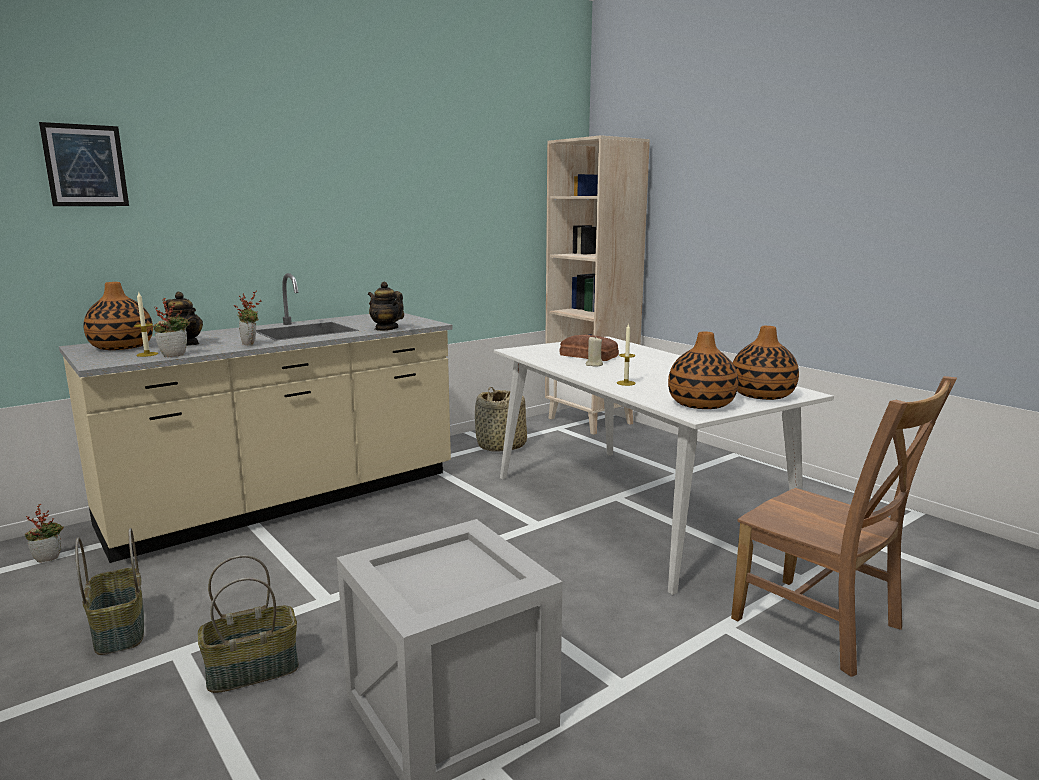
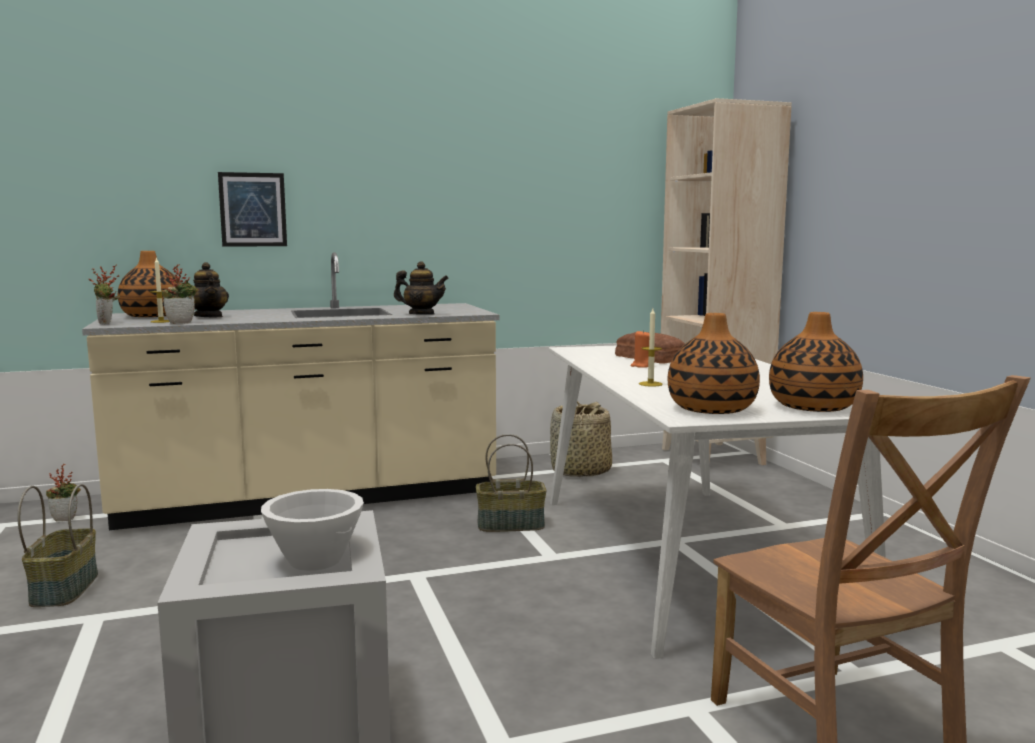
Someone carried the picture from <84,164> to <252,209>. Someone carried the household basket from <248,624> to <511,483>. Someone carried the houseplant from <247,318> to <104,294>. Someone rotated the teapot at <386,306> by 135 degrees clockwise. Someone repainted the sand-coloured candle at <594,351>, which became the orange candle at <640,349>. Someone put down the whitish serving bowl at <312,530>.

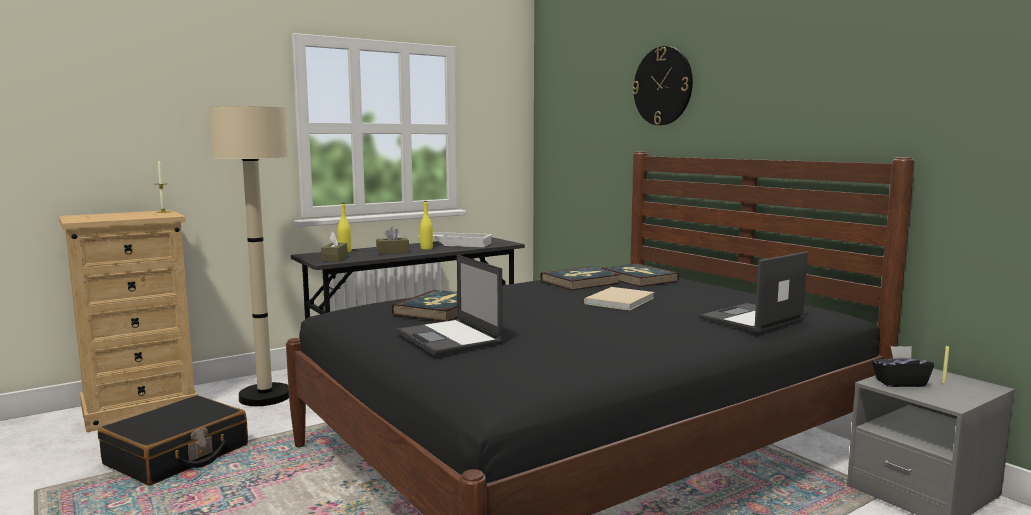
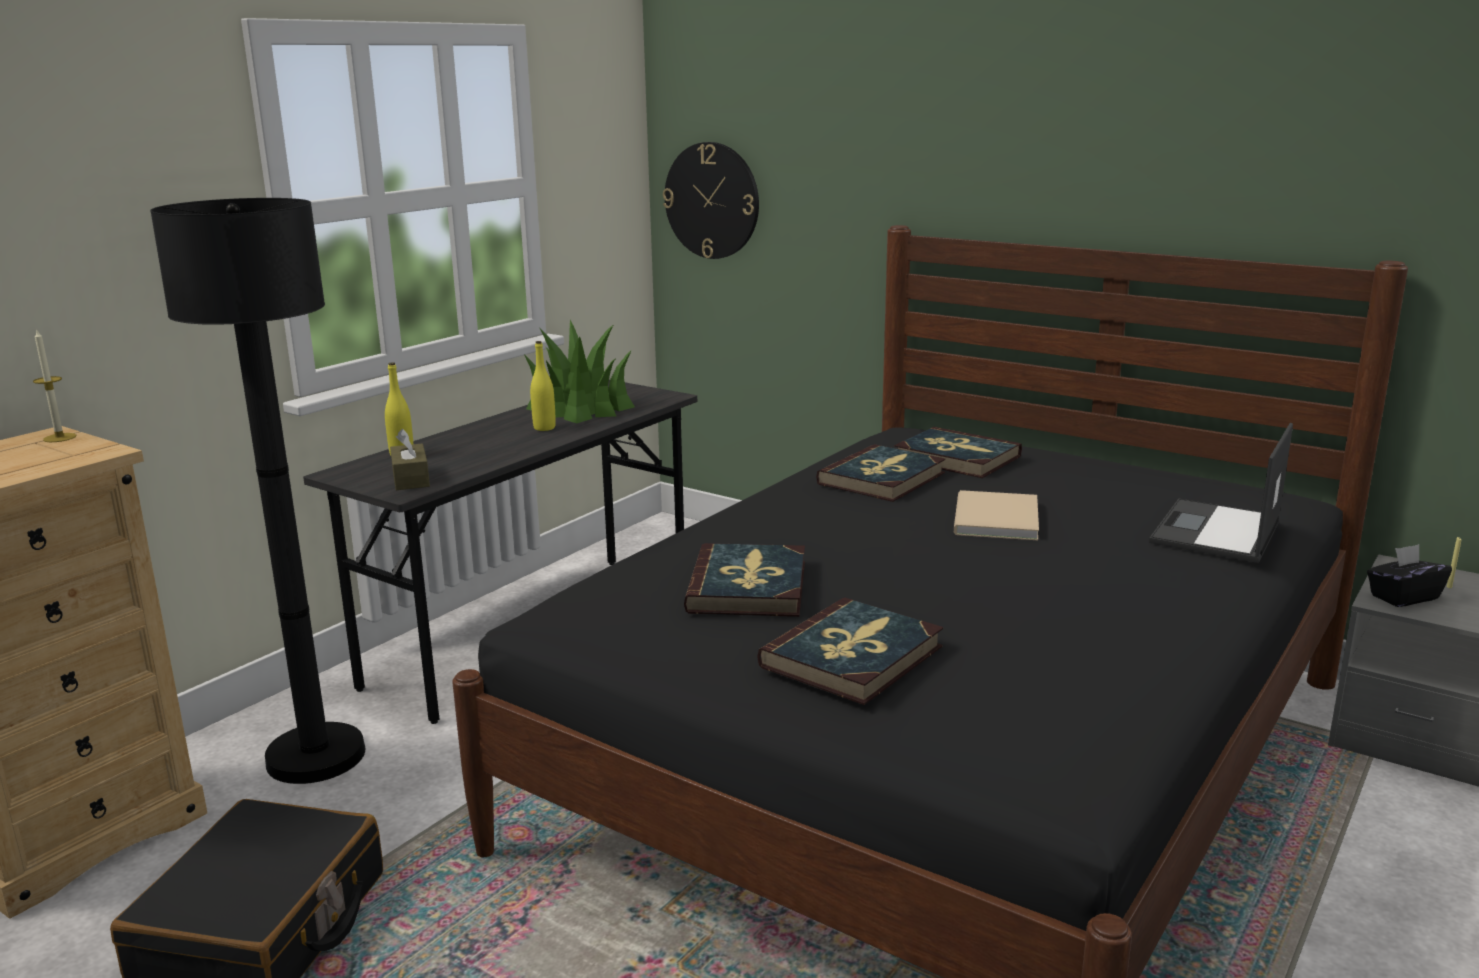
Someone repainted the sand-coloured standard lamp at <248,256>, which became the black standard lamp at <257,491>. Someone took away the brown tissue box at <392,240>. Someone swapped the notebook computer at <450,305> for the volume at <850,651>. Someone swapped the whitish serving tray at <455,239> for the houseplant at <579,371>. Someone carried the clock on the wall from <662,85> to <711,200>.

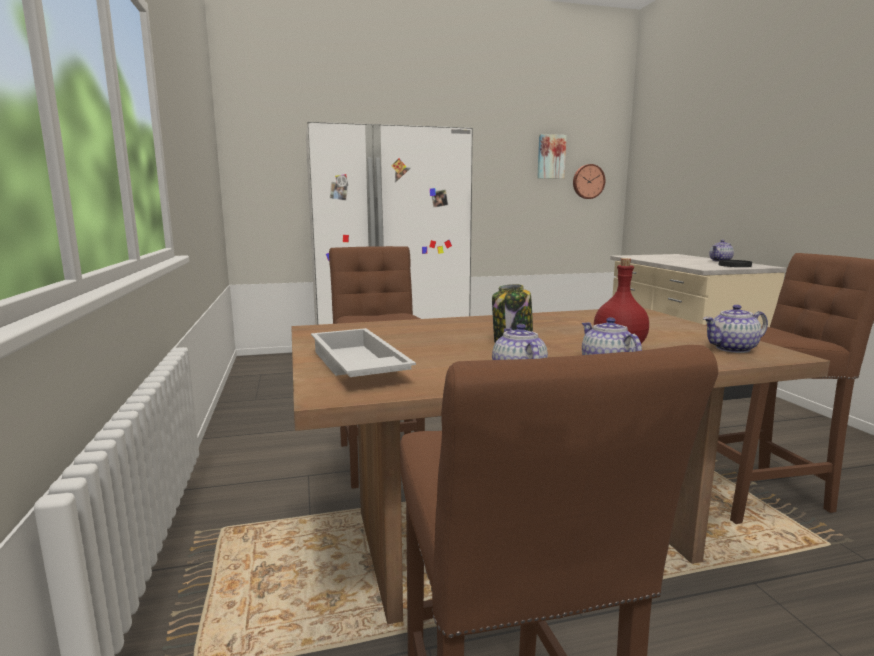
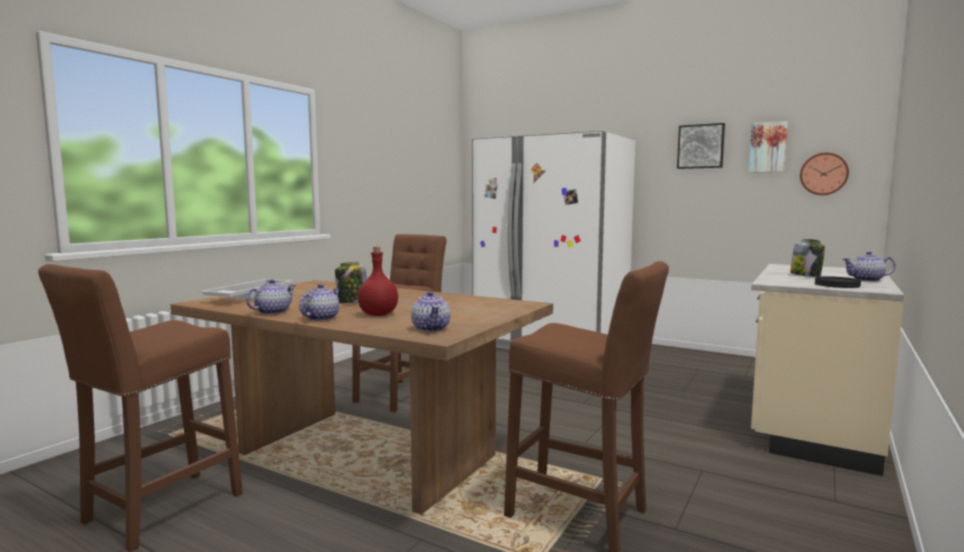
Someone rotated the teapot at <735,329> by 135 degrees counterclockwise. Someone put up the picture at <701,146>. Someone put down the storage jar at <807,258>.

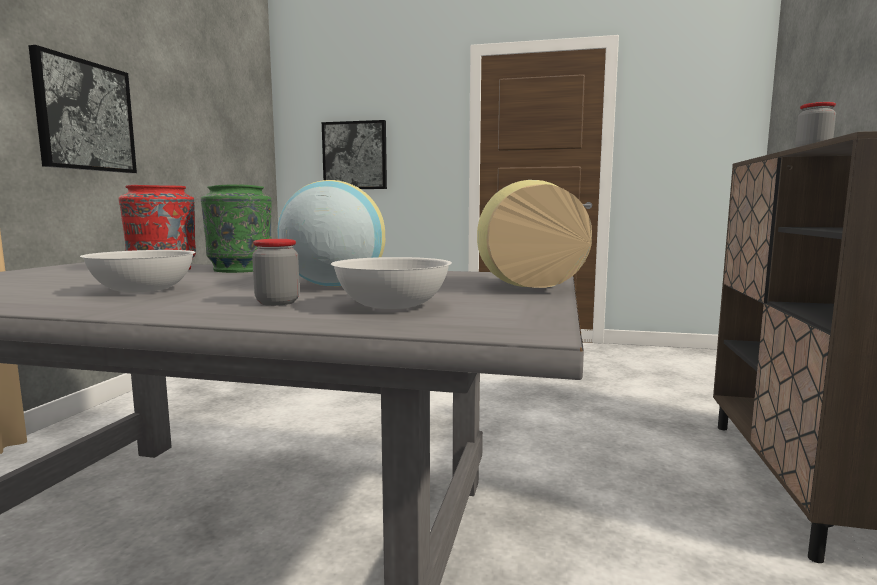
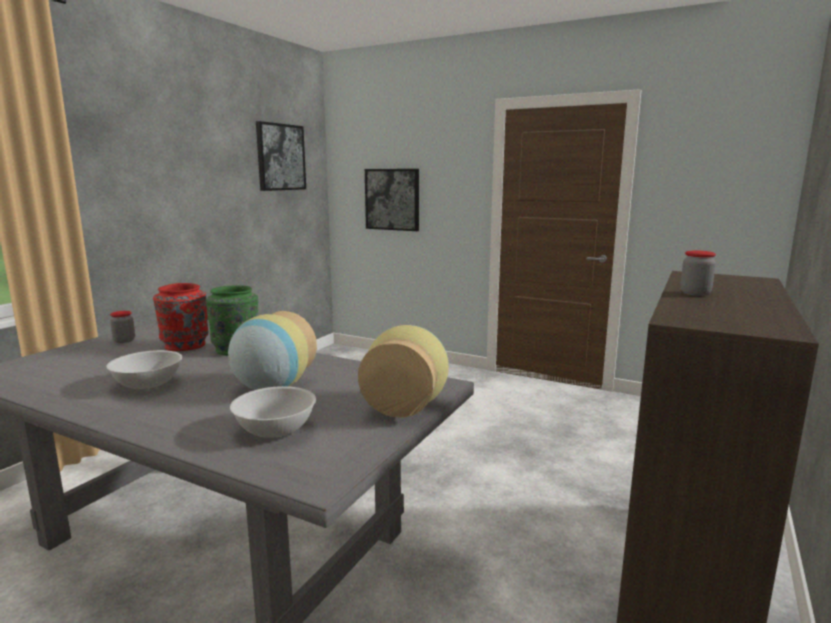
Someone carried the picture from <82,109> to <281,156>. Someone carried the storage jar from <276,272> to <122,327>.

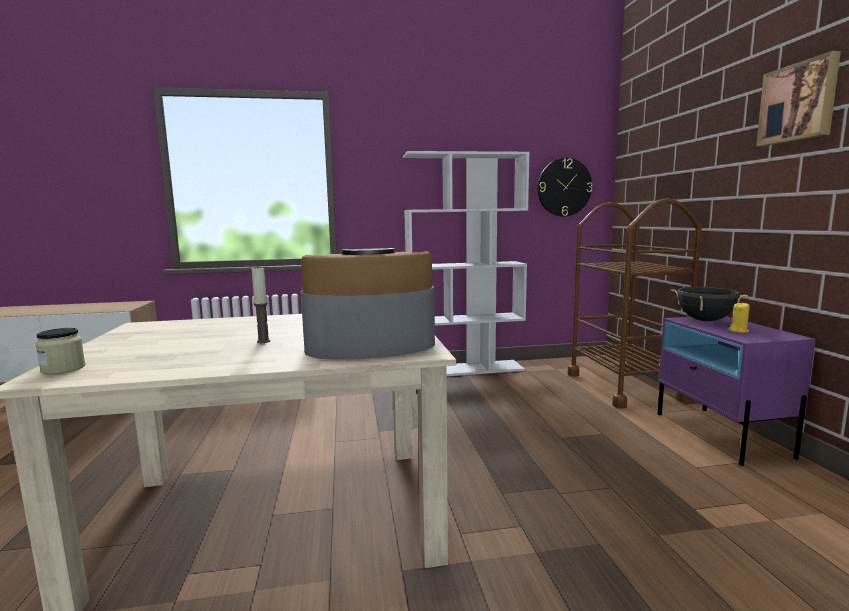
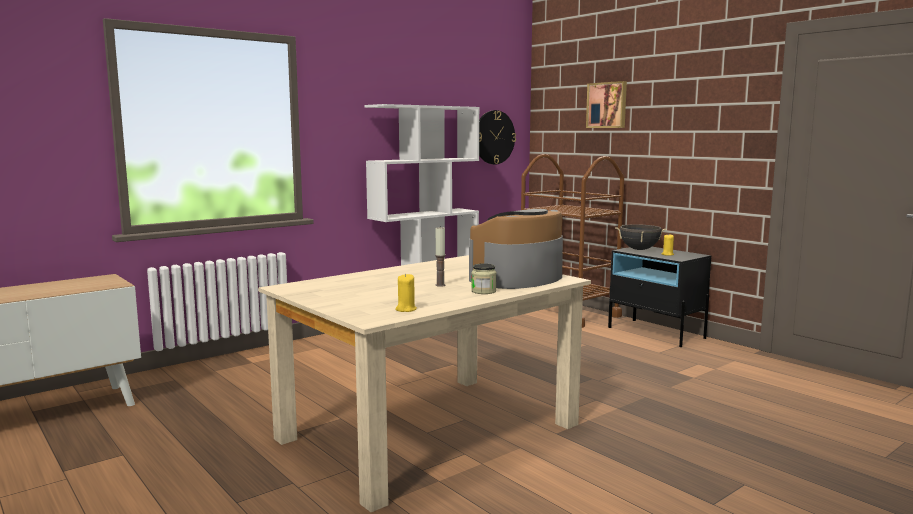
Someone carried the storage jar from <60,351> to <483,279>. Someone repainted the purplish night table at <737,391>, which became the black night table at <659,297>. Someone carried the picture from <798,98> to <606,104>. Someone put down the yellowish candle at <406,292>.

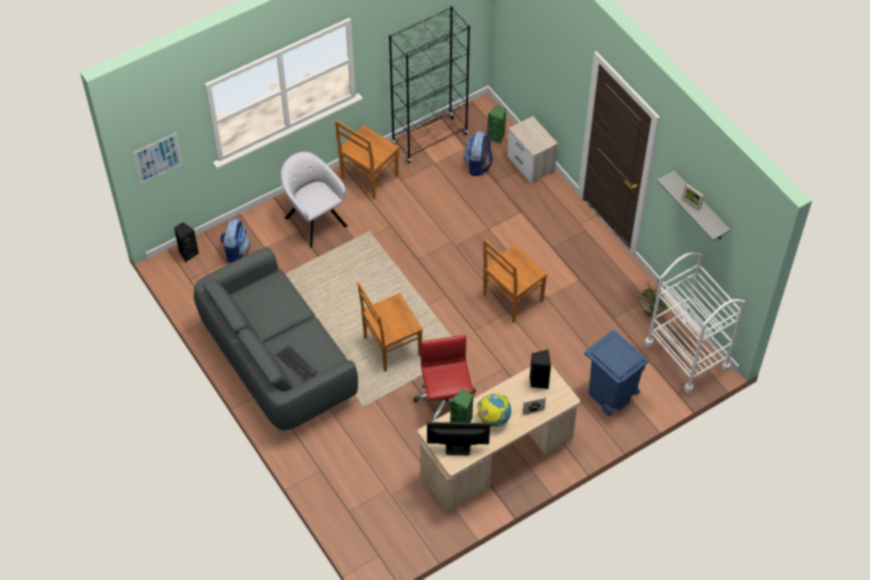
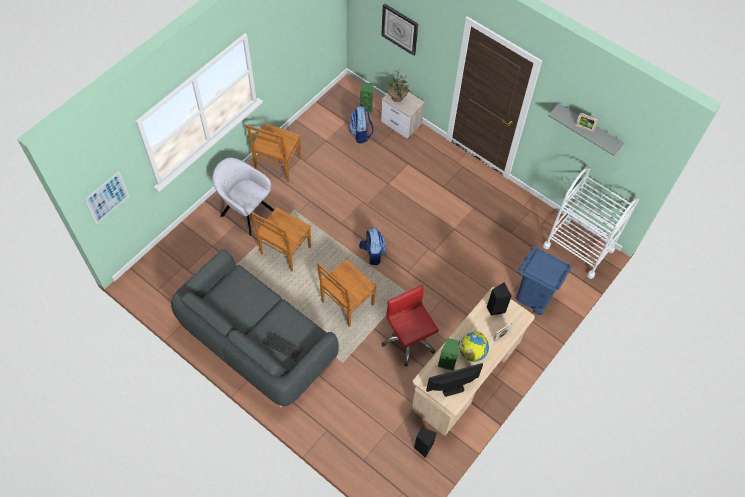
Someone carried the black audio speaker from <186,242> to <425,442>. Someone carried the rucksack from <235,240> to <373,246>. Someone took away the black shelving unit at <429,84>. Someone carried the brown plain chair from <515,280> to <281,239>. Someone carried the houseplant from <652,298> to <398,86>. Someone put up the clock on the wall at <399,29>.

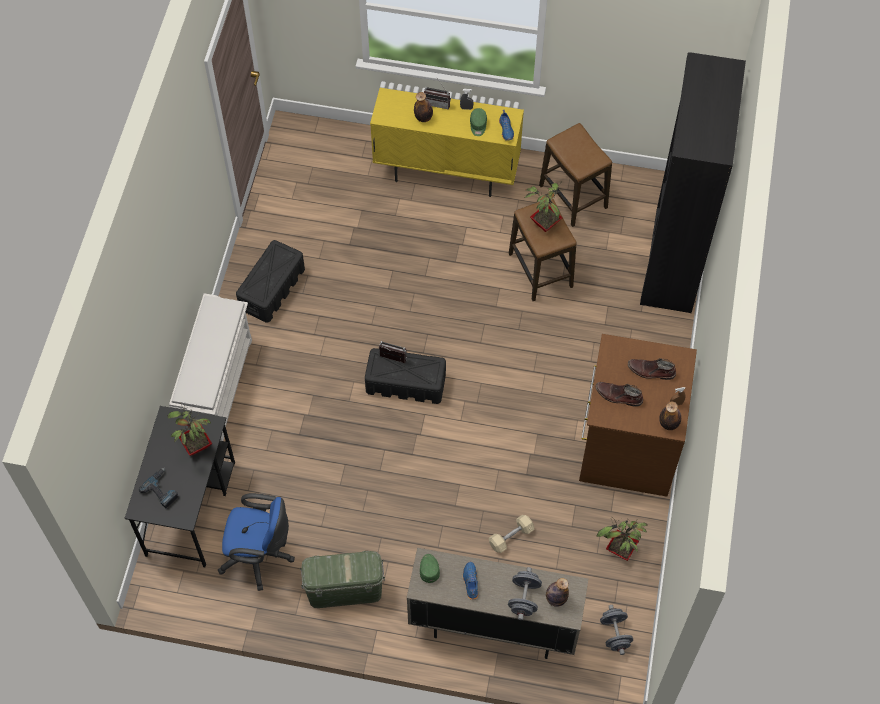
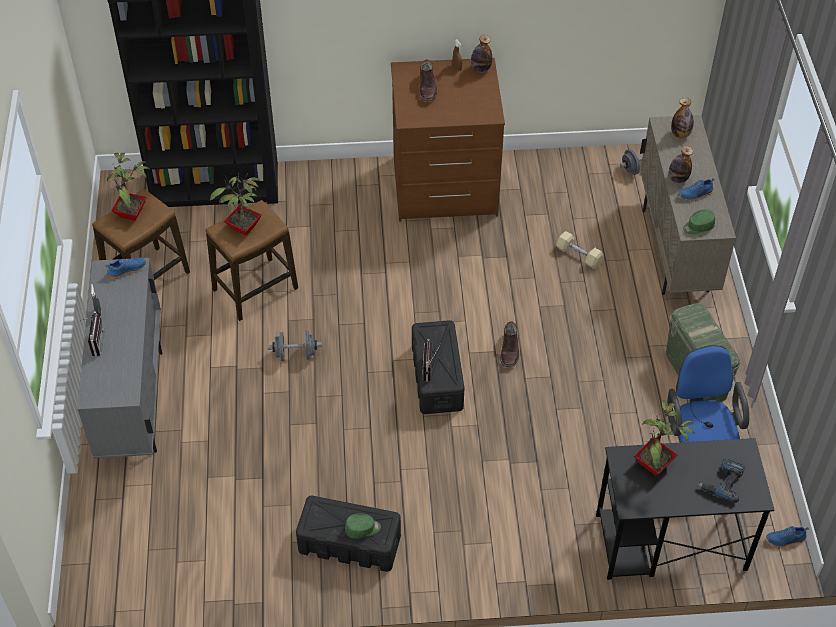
Someone took away the whitish shoe stand at <210,367>. Someone repainted the yellowish cupboard at <447,142>, which became the greyish cupboard at <119,358>. Someone carried the bottle from <423,107> to <681,165>. Someone carried the green-coloured baseball cap from <478,122> to <363,526>. Someone carried the greyish free weight from <525,593> to <295,346>. Someone carried the brown tall boot from <619,394> to <509,344>. Someone carried the houseplant from <622,539> to <128,187>. Someone put down the blue-coloured item of footwear at <787,537>.

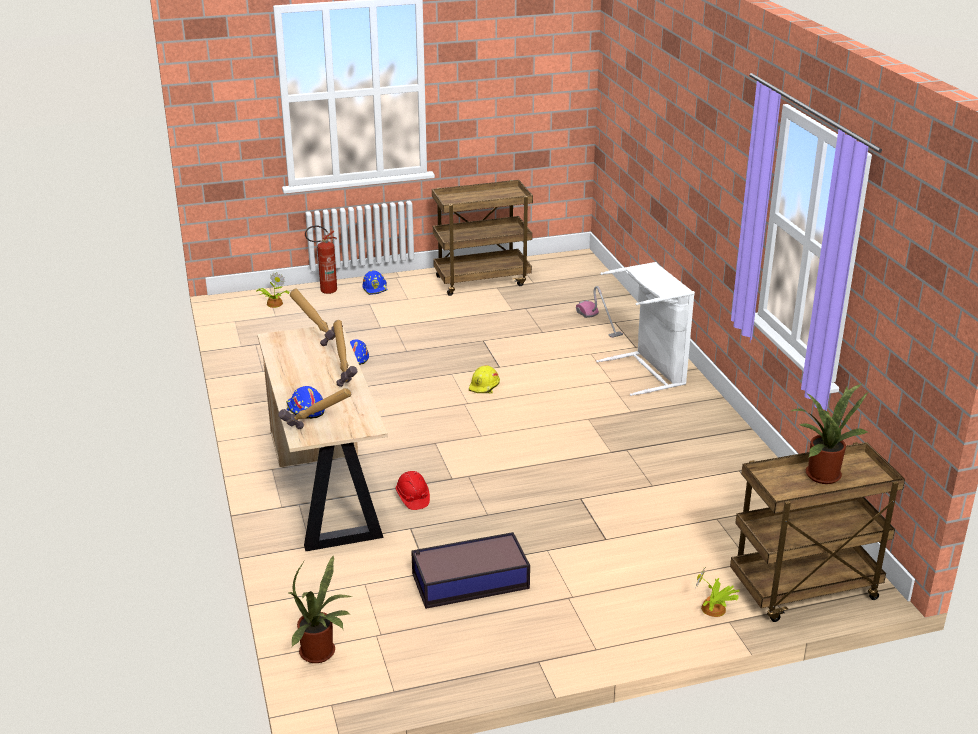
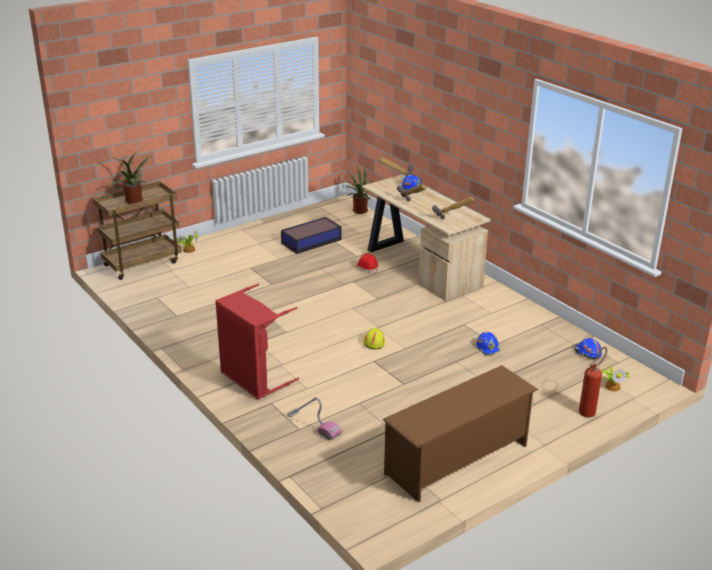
Someone carried the blue-coloured hard hat from <374,282> to <588,348>. Someone swapped the brown trolley at <482,238> for the brown shoe stand at <460,434>. Someone repainted the whitish hamper at <645,329>, which became the red hamper at <257,342>.

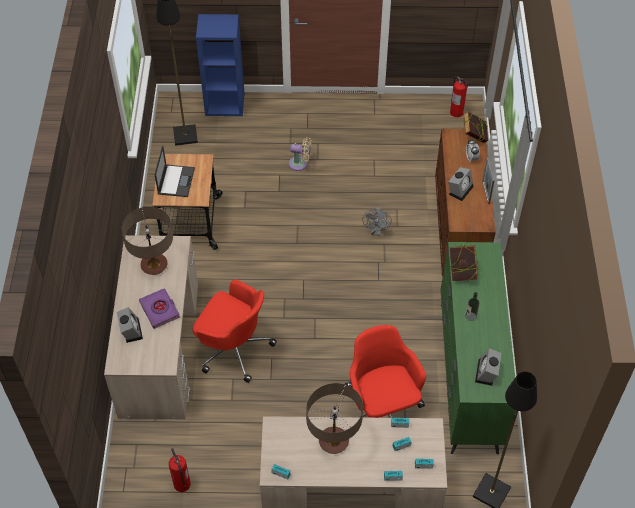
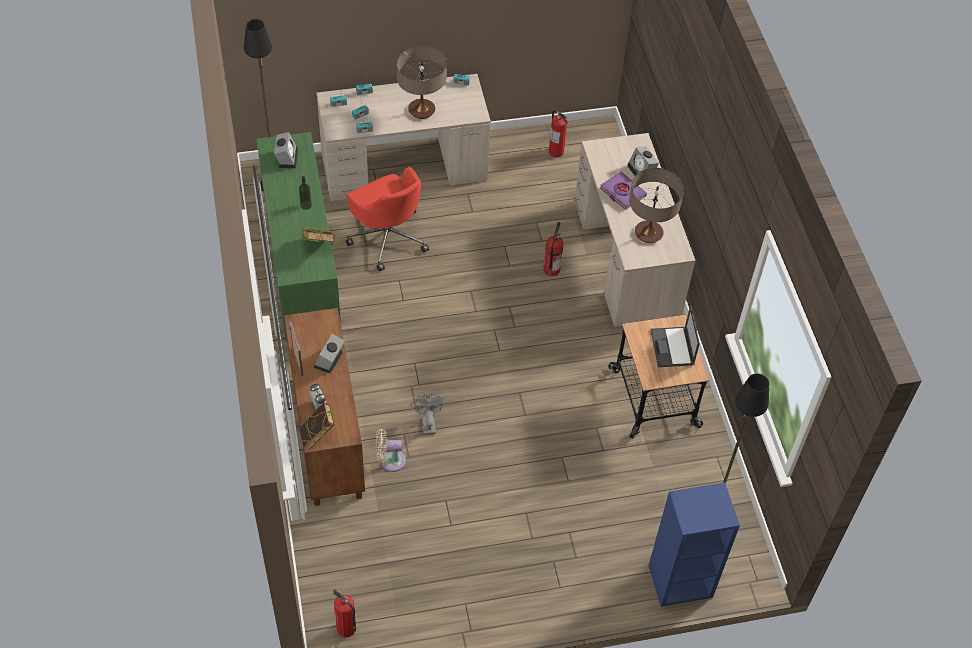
Someone swapped the red computer chair at <235,331> for the extinguisher at <553,249>. Someone carried the sand-coloured fan from <300,154> to <391,450>.

